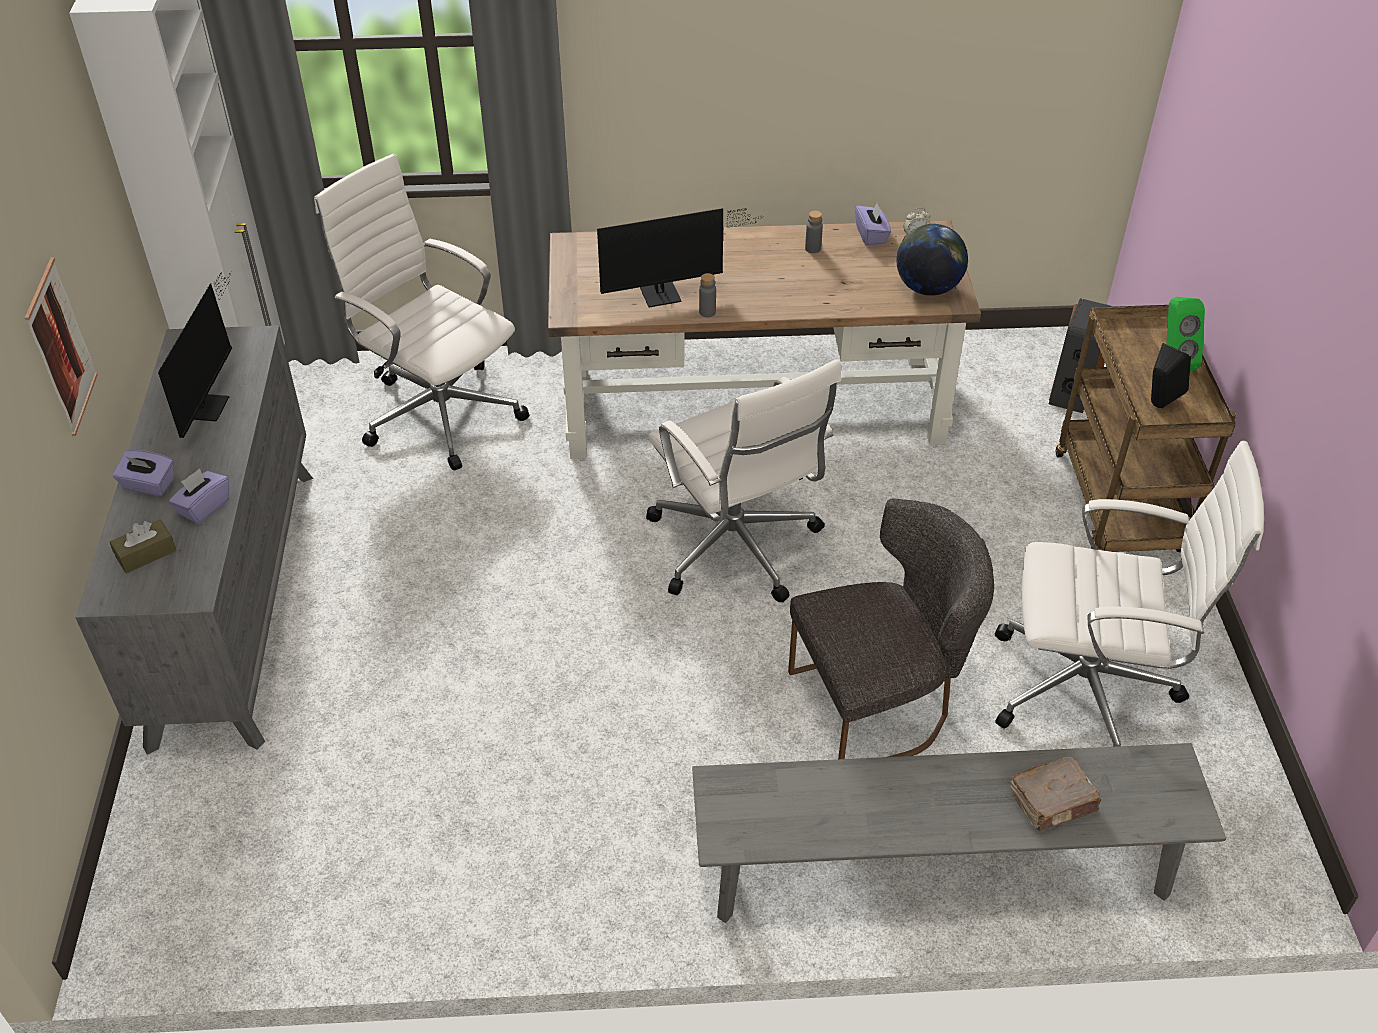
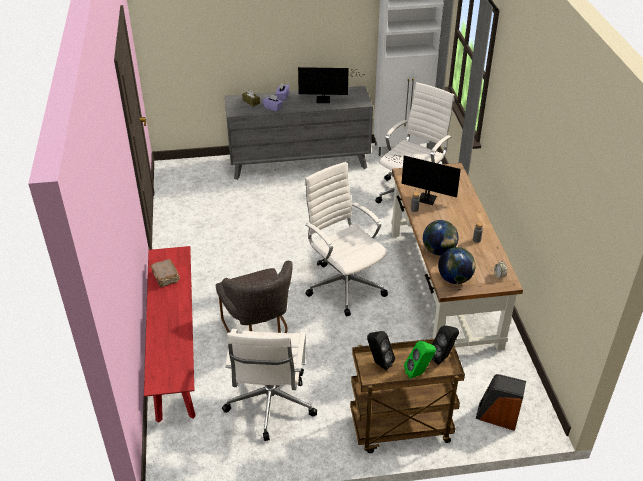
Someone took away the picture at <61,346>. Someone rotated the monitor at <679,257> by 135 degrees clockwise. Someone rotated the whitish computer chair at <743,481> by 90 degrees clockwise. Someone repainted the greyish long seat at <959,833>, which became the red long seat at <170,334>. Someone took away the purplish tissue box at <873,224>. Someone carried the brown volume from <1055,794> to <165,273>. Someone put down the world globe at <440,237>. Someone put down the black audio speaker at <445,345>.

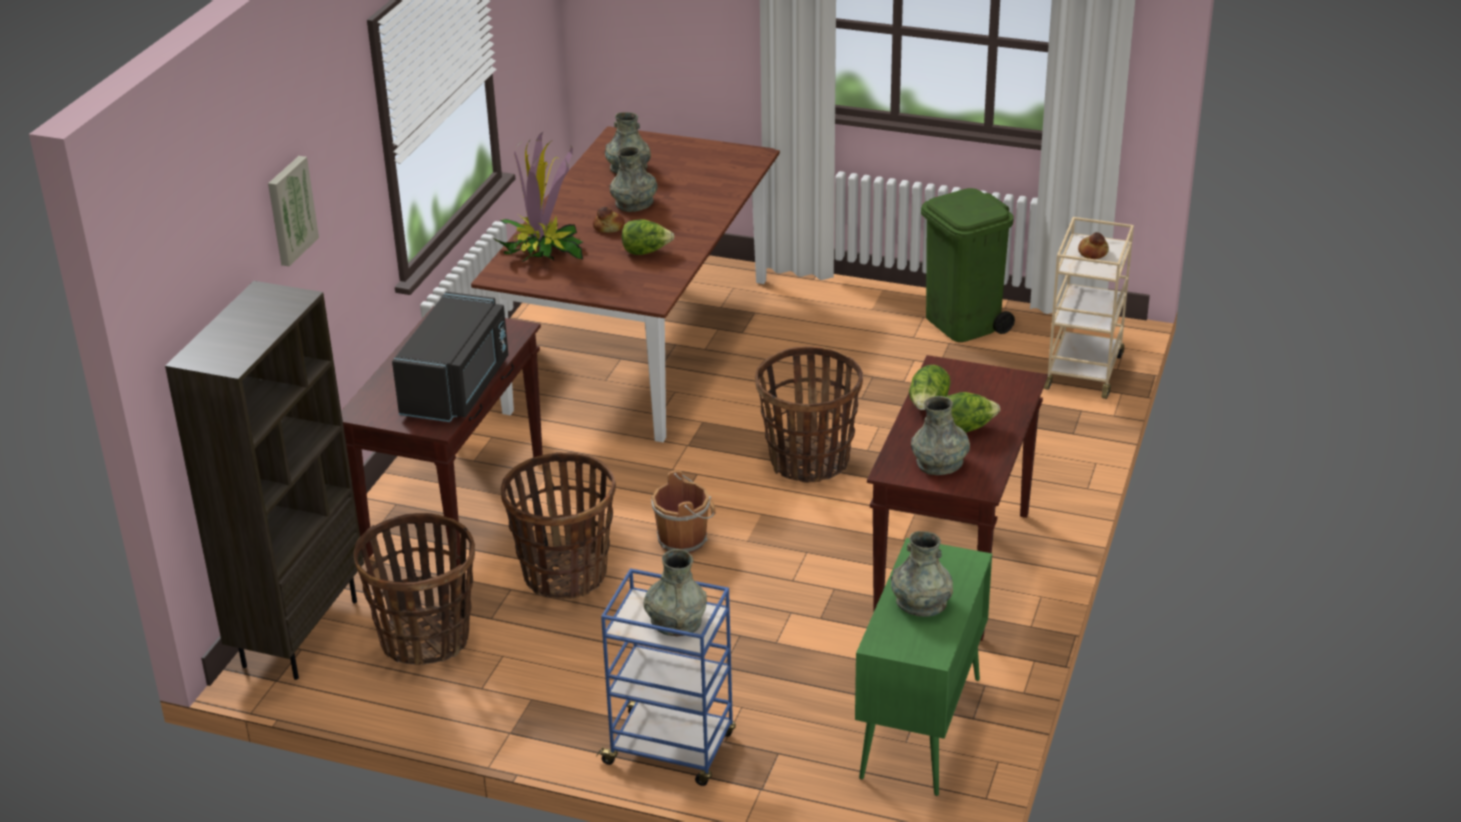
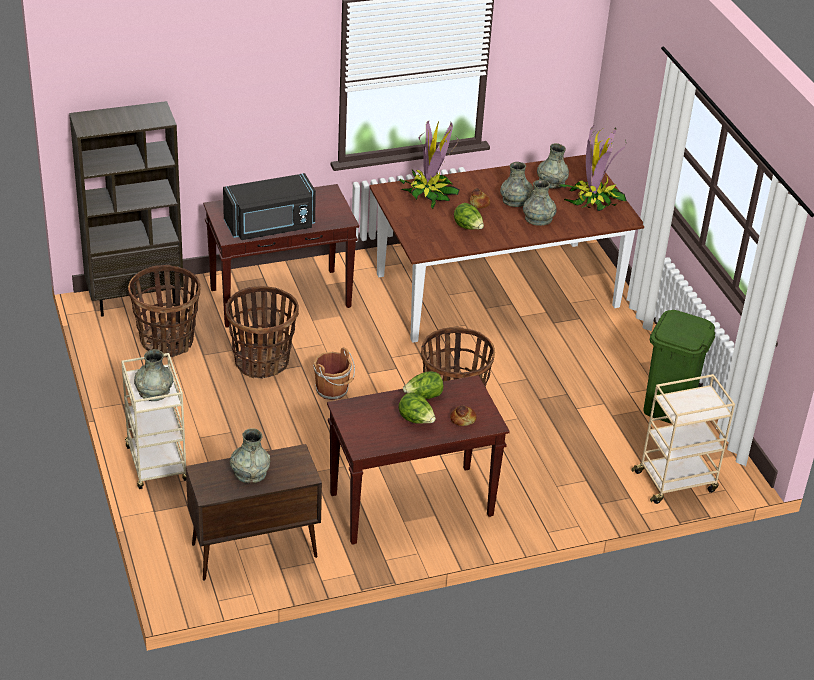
Someone took away the picture at <293,211>. Someone repainted the blue-coloured trolley at <666,677>, which became the sand-coloured trolley at <153,421>. Someone repainted the green-coloured cupboard at <923,667>, which became the brown cupboard at <254,512>. Someone carried the greyish flower vase from <940,435> to <540,203>. Someone carried the bakery bread from <1093,245> to <463,415>. Someone put down the houseplant at <593,168>.

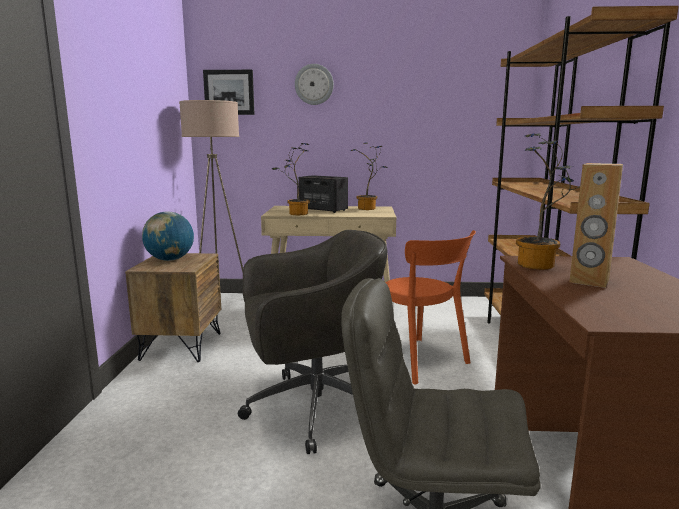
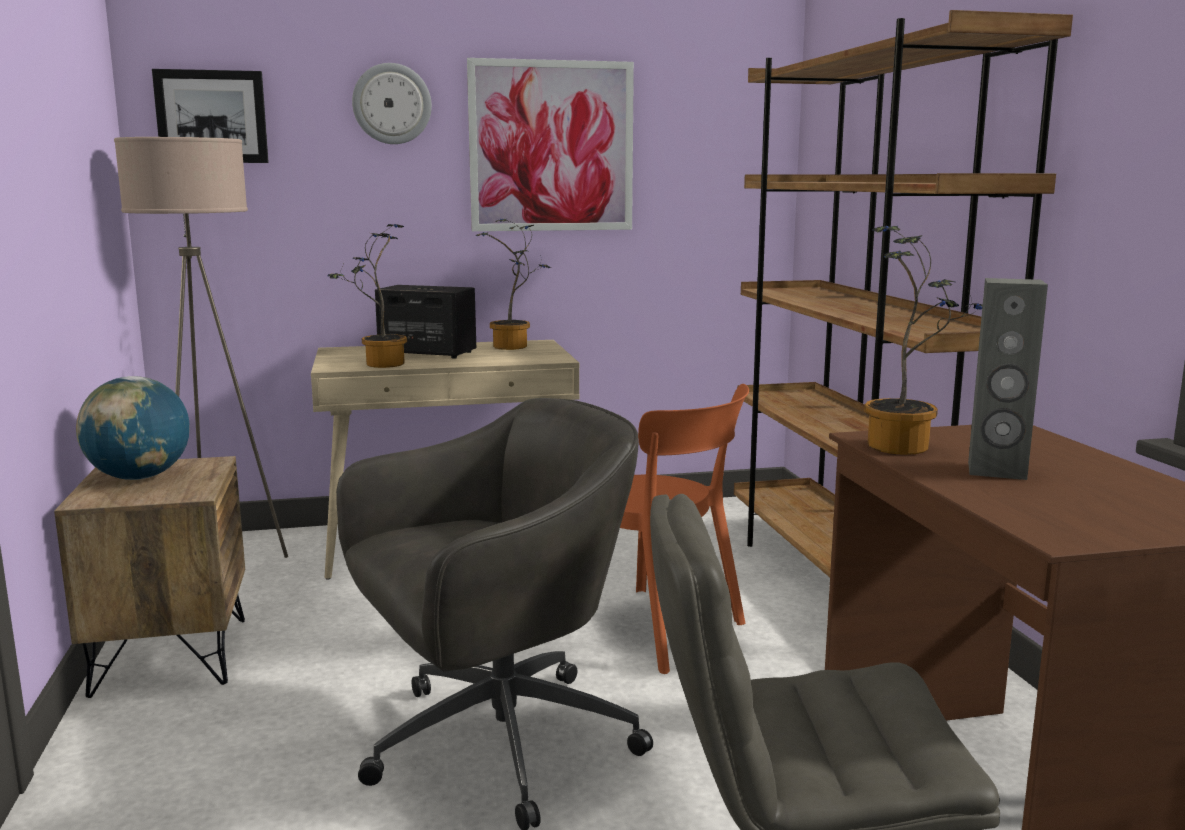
Someone repainted the brown audio speaker at <596,225>, which became the greyish audio speaker at <1008,379>. Someone put up the picture at <550,144>.

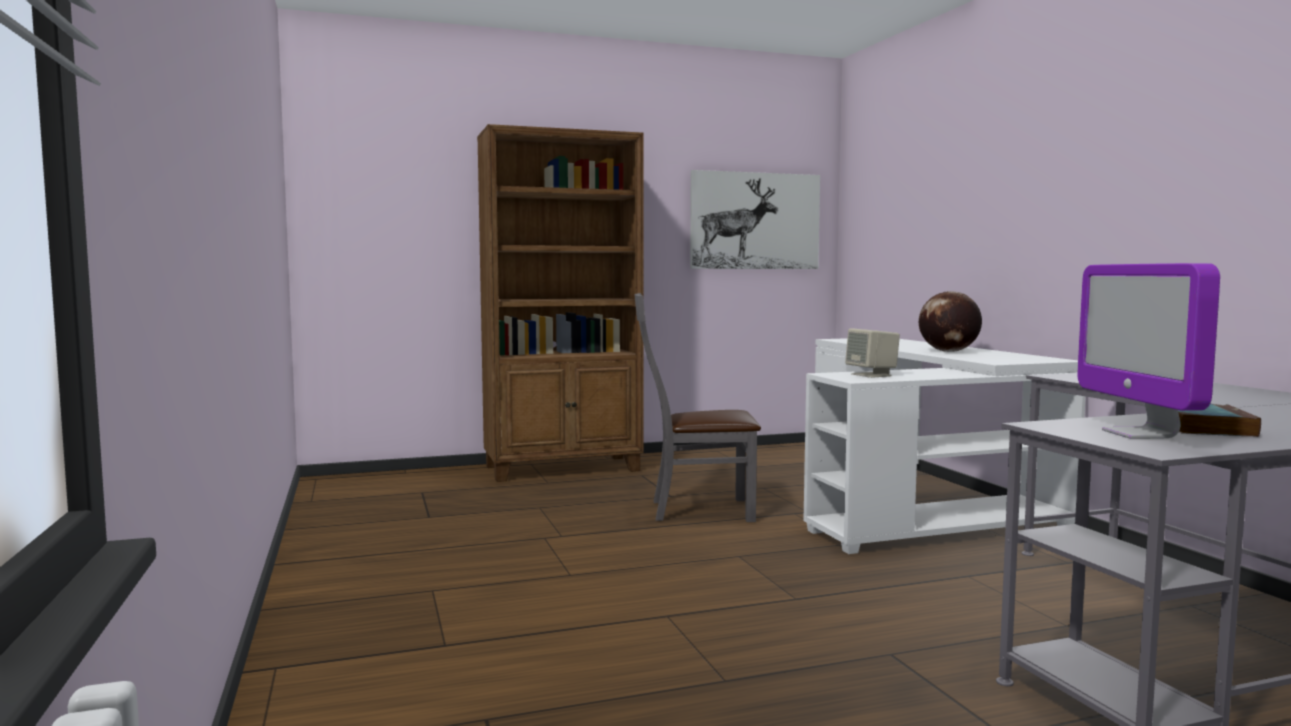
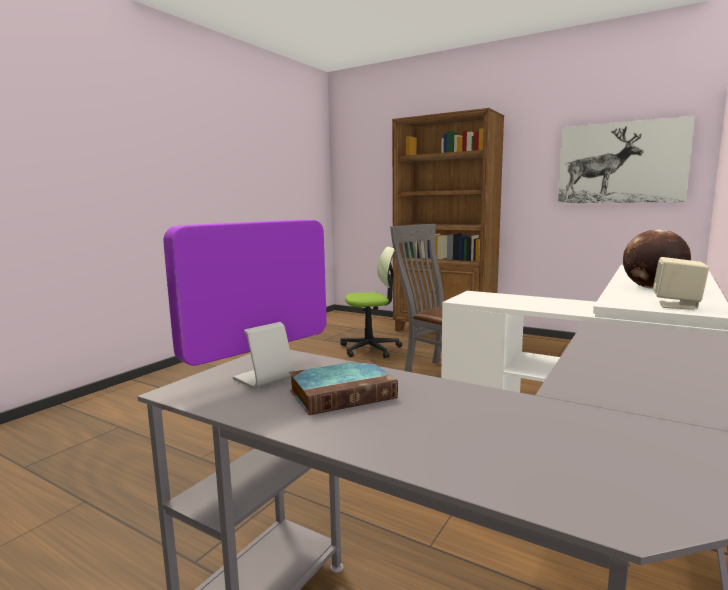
Someone carried the sand-coloured audio speaker from <872,353> to <681,283>. Someone put down the computer chair at <371,302>.

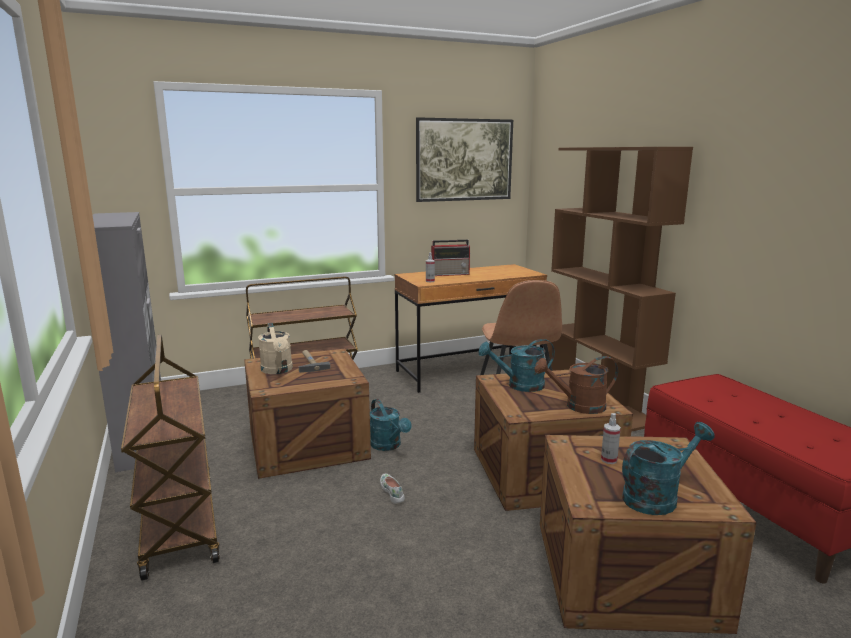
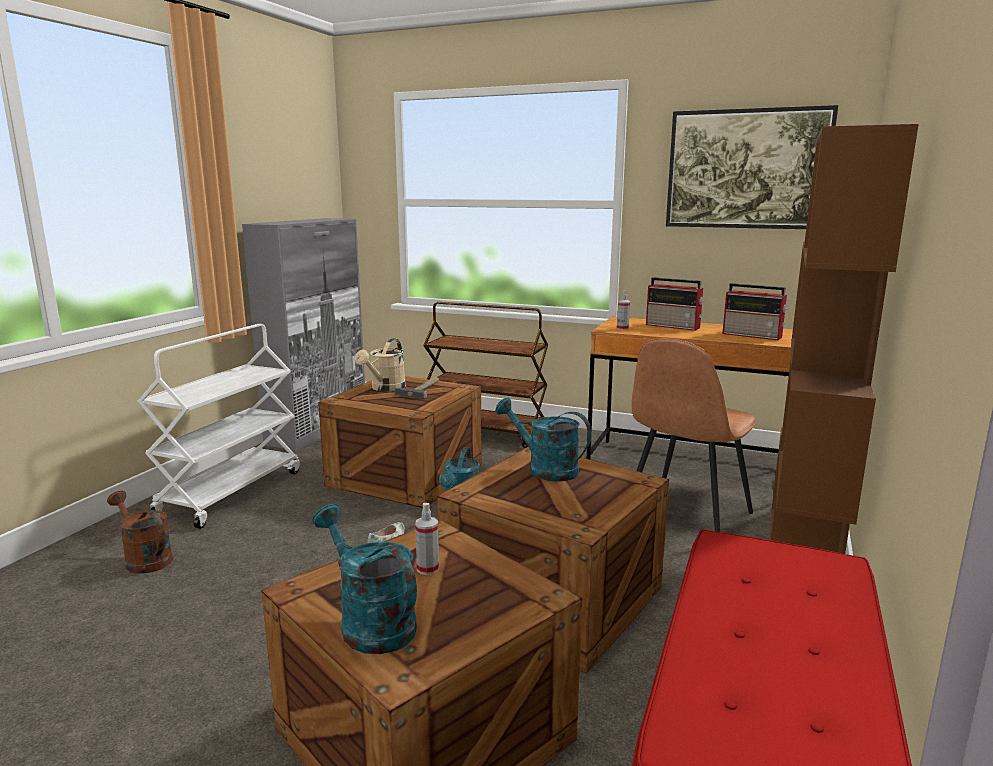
Someone repainted the brown trolley at <170,458>, which became the whitish trolley at <219,426>. Someone carried the brown watering can from <576,385> to <140,532>. Someone rotated the blue-green watering can at <668,468> by 150 degrees counterclockwise. Someone put down the radio set at <755,311>.

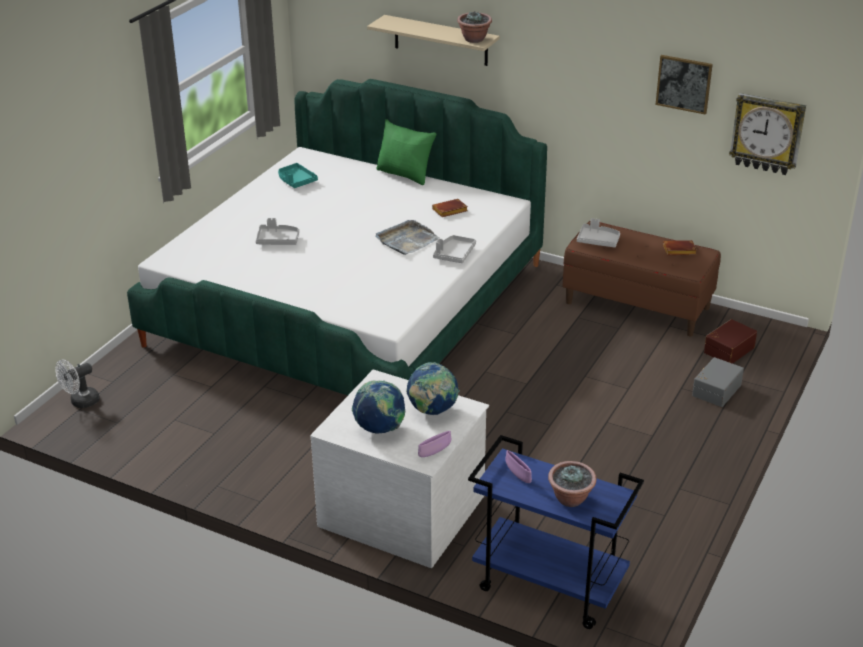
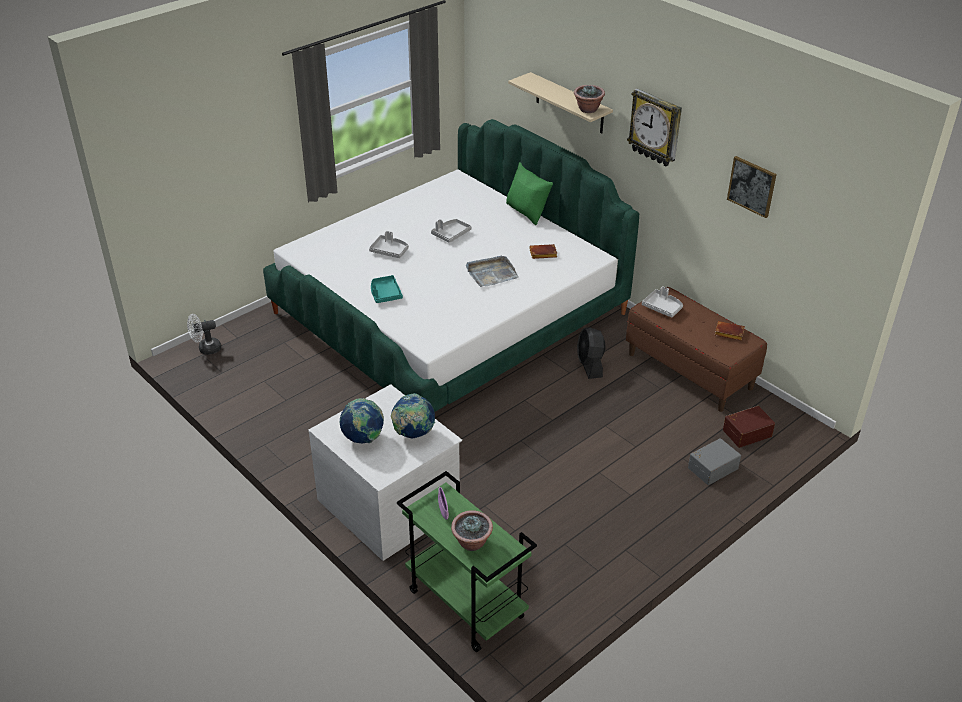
Someone carried the blue-green serving tray from <298,175> to <387,289>. Someone took away the purplish serving bowl at <434,444>. Someone carried the greyish serving tray from <454,249> to <451,231>. Someone repainted the blue-coloured trolley at <556,532>, which became the green-coloured trolley at <467,561>. Someone carried the clock on the wall from <767,134> to <654,127>. Someone put down the black fan at <591,353>.

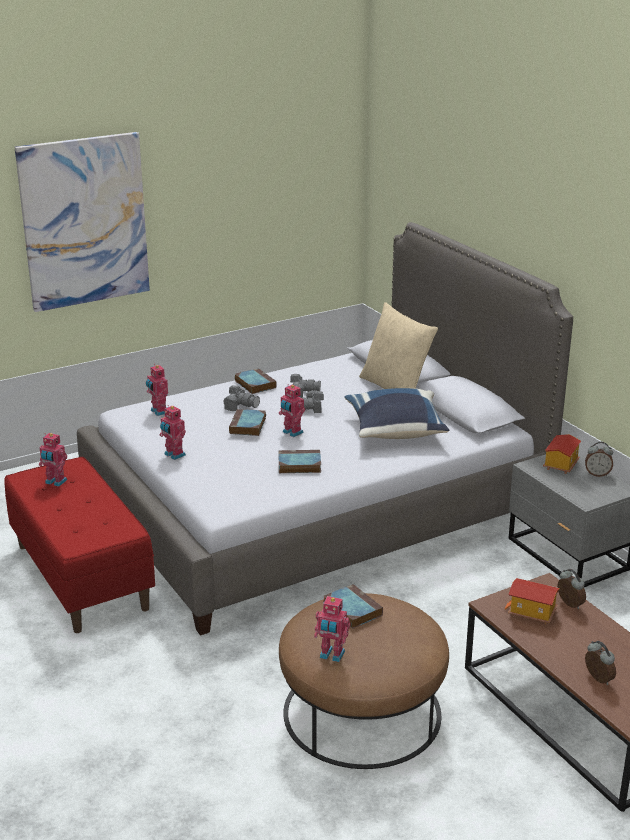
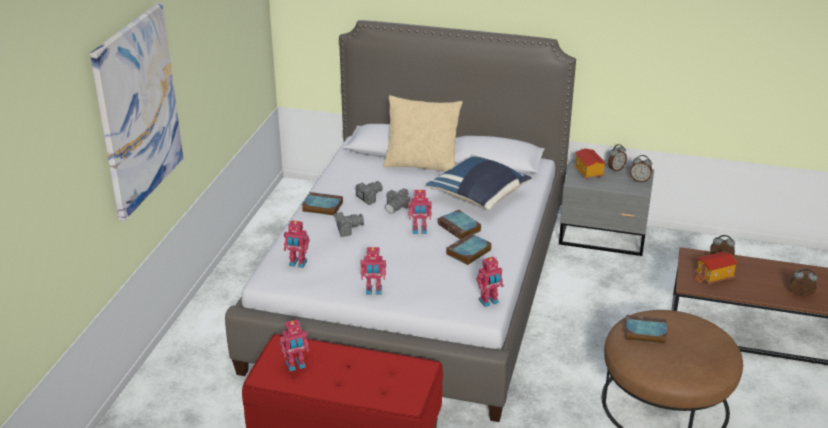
Someone carried the volume from <247,422> to <459,224>. Someone carried the toy robot from <332,629> to <490,282>. Someone put down the alarm clock at <641,169>.

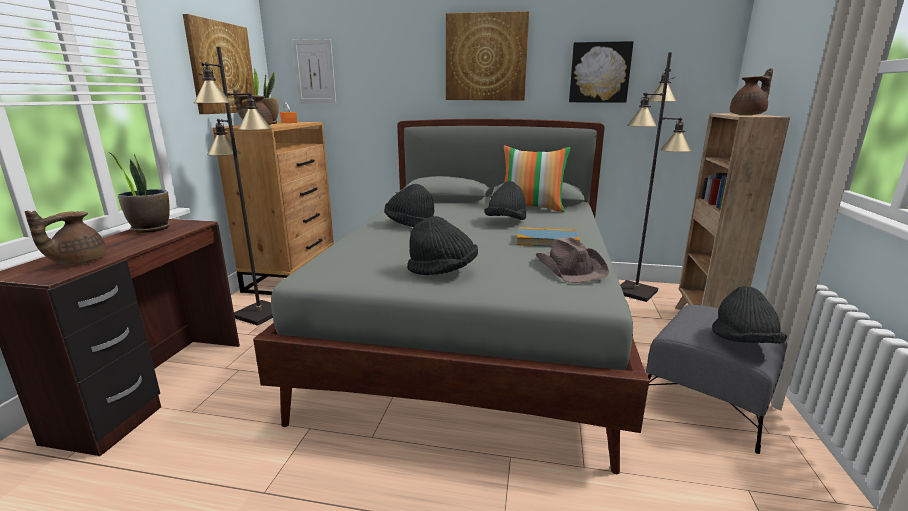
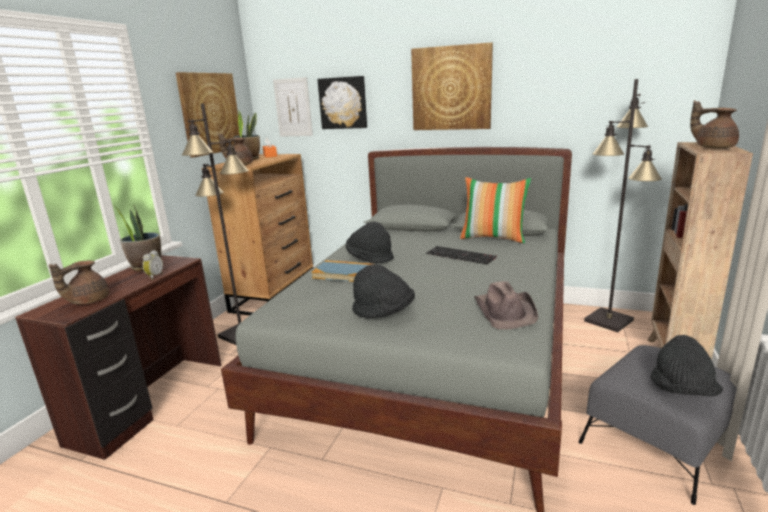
Someone swapped the black hat at <505,200> for the PC keyboard at <461,255>. Someone carried the volume from <548,237> to <342,271>. Someone carried the picture from <601,72> to <342,102>. Someone rotated the brown teapot at <751,91> by 120 degrees counterclockwise. Someone put down the alarm clock at <152,265>.

